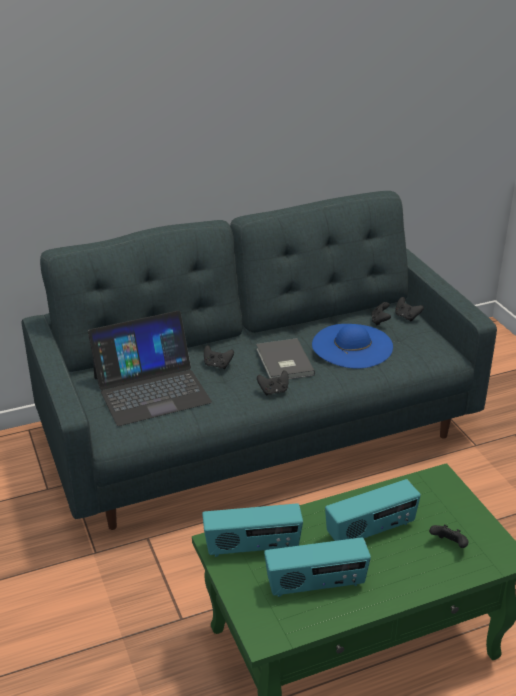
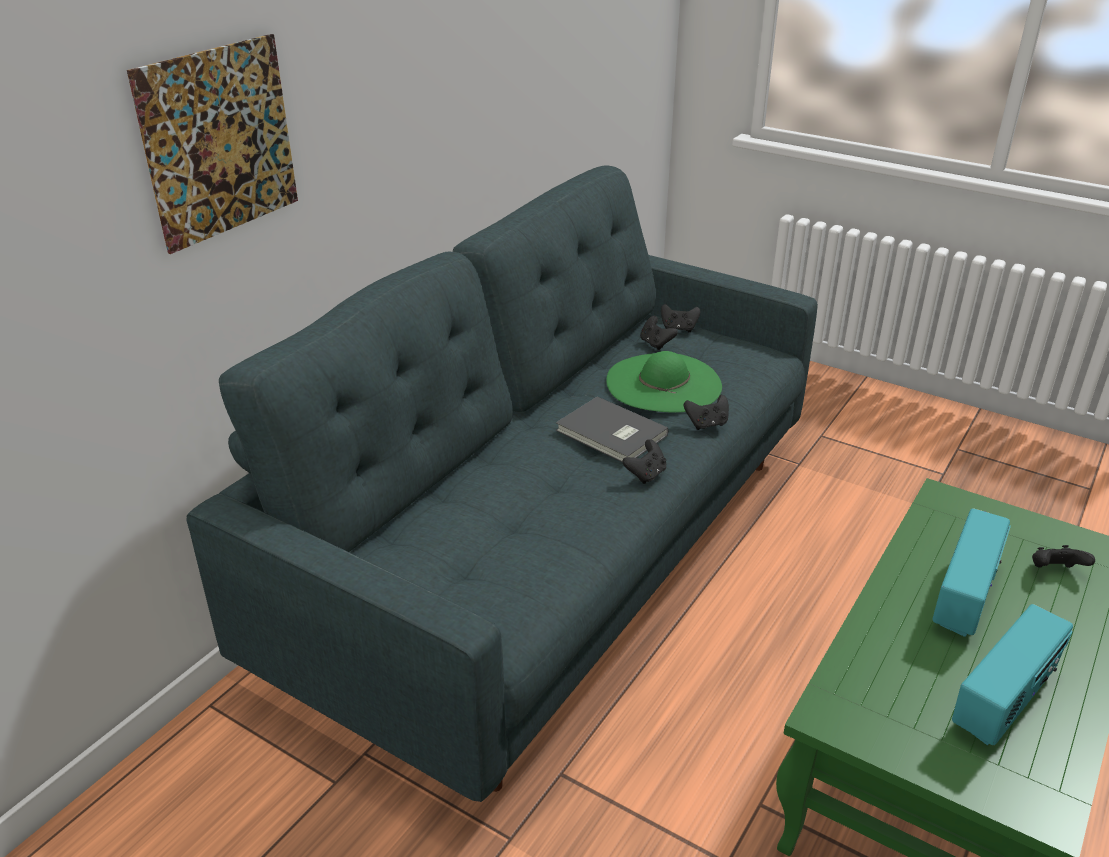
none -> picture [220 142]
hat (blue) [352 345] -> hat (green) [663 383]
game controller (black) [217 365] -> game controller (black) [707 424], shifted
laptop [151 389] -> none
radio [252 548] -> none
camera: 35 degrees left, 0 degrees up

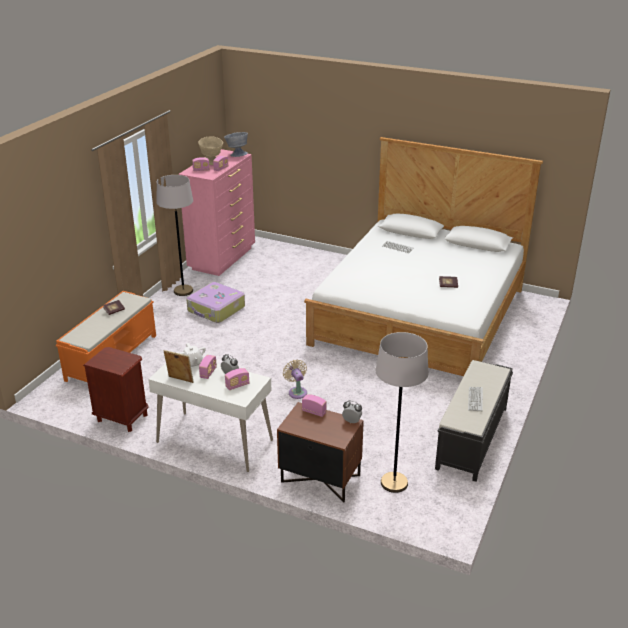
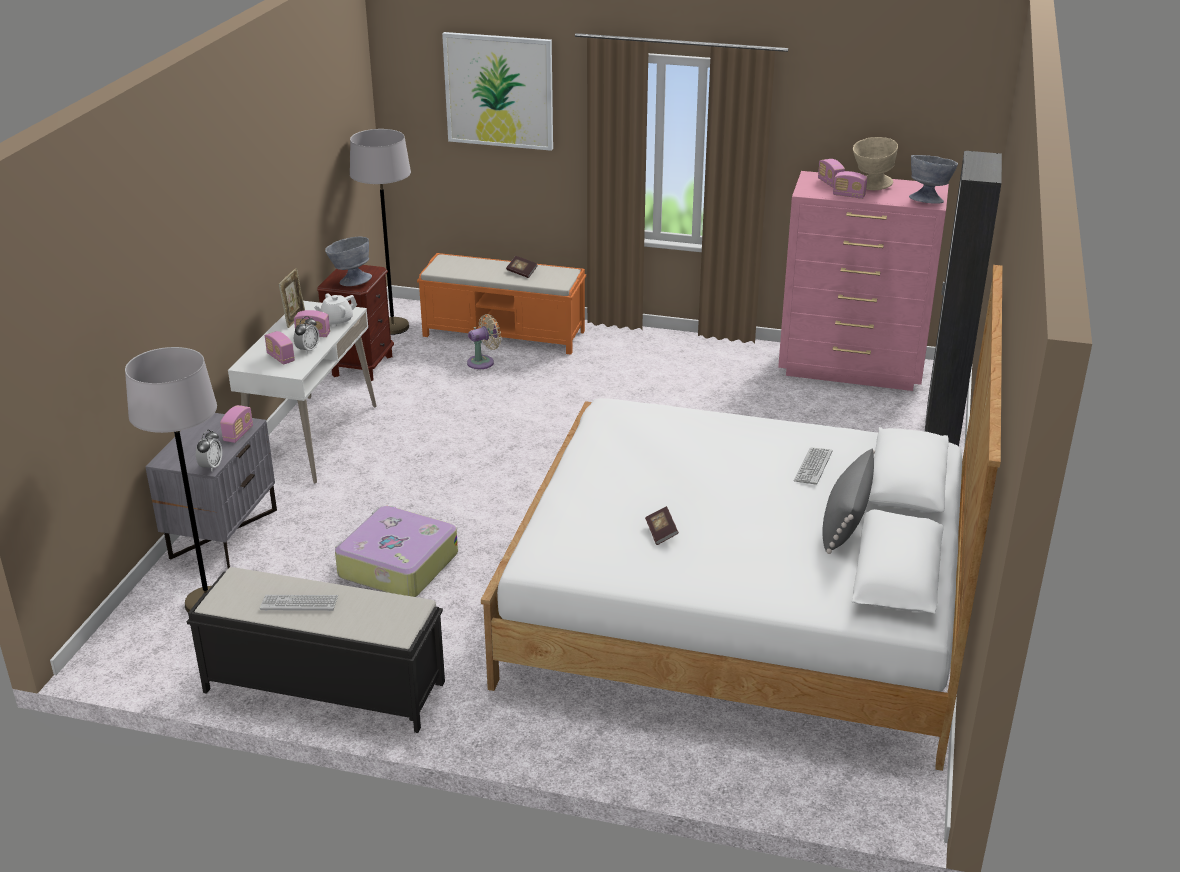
nightstand (brown) [319 479] -> nightstand (grey) [223 533]
none -> bowl (grey) [350 281]
suitcase [216 309] -> suitcase [396 565], shifted
floor lamp (grey) [183 291] -> floor lamp (grey) [393 327], shifted
none -> picture [499 91]
fan (beige) [297 391] -> fan (beige) [483 362], shifted
none -> pillow (grey) [845 520]
none -> wardrobe (black) [941 432]
camera: 80 degrees right, 0 degrees up

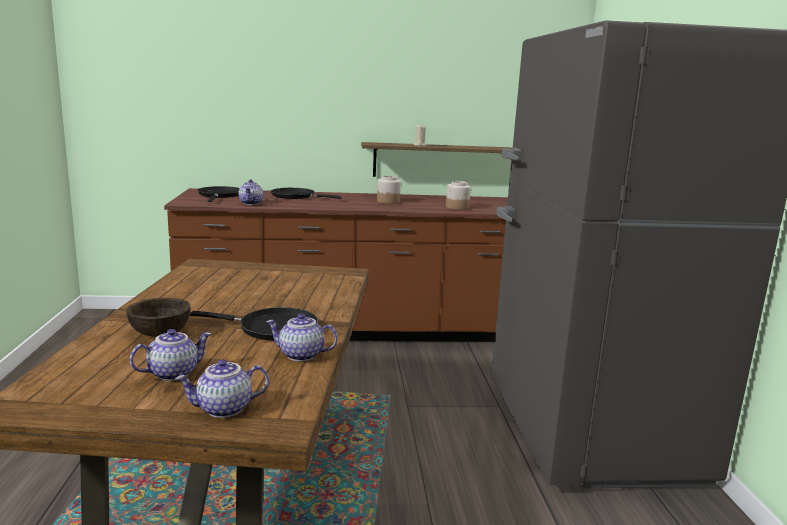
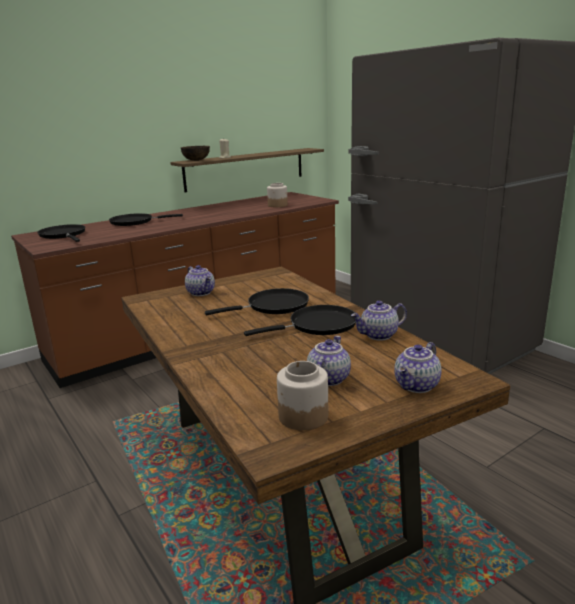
bowl (brown) [160 333] -> bowl (brown) [196 160], shifted
teapot [251 203] -> teapot [201 293], shifted
none -> frying pan (black) [273 306]
jar [388 201] -> jar [303 416], shifted
camera: 30 degrees left, 5 degrees up

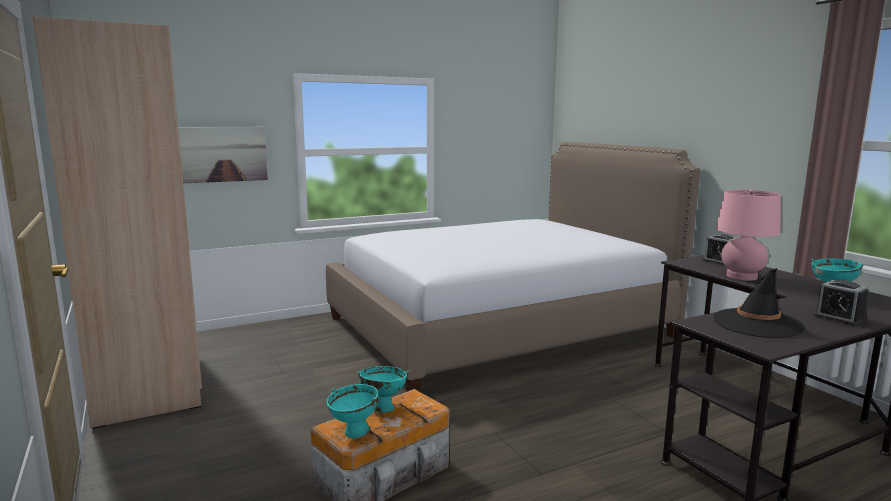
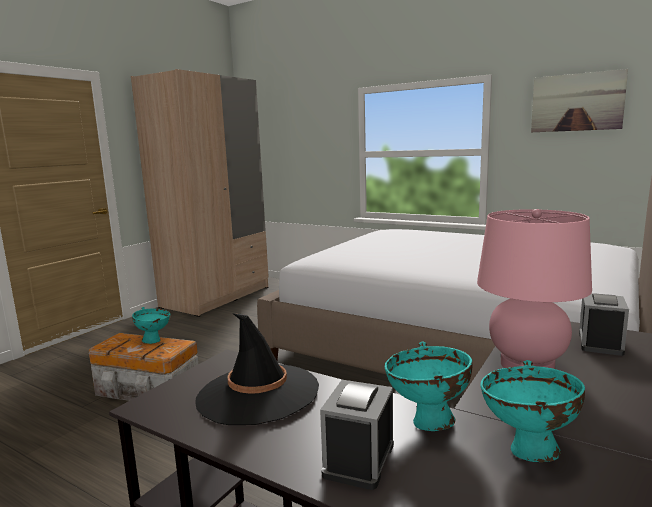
bowl (turquoise) [354 434] -> bowl (turquoise) [428 422], shifted
picture [224 154] -> picture [577 102], shifted
camera: 60 degrees right, 0 degrees up

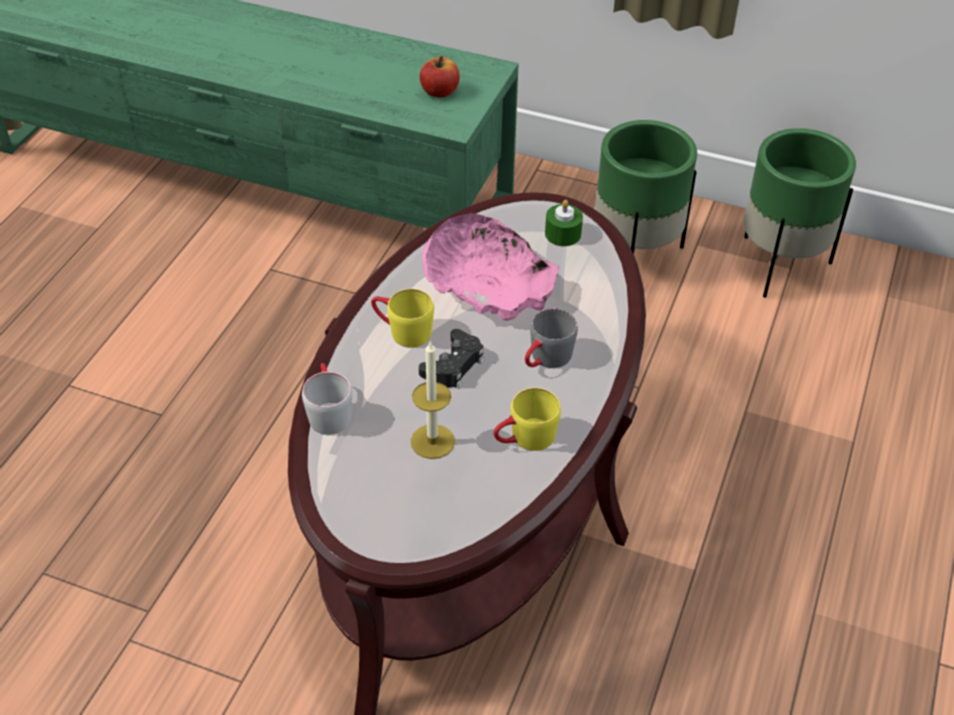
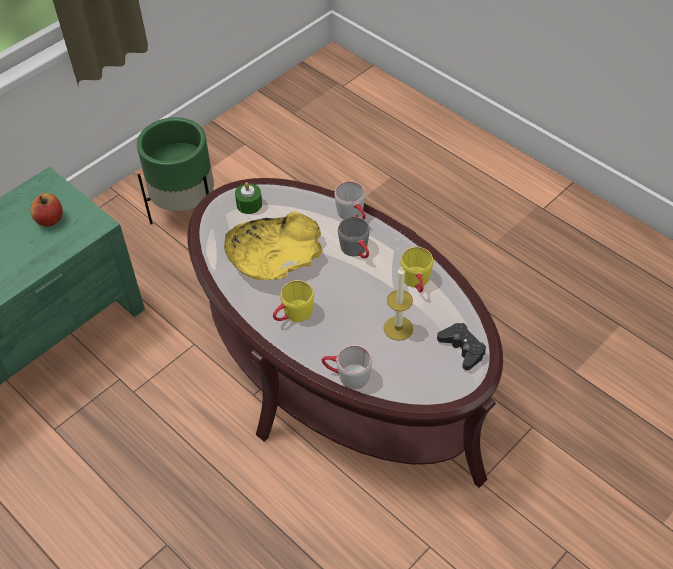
bowl (pink) [487 285] -> bowl (yellow) [274 258]
none -> mug (grey) [353 215]
game controller (black) [453 365] -> game controller (black) [462 349], shifted
planter (green) [781 265] -> none
camera: 65 degrees left, 5 degrees up

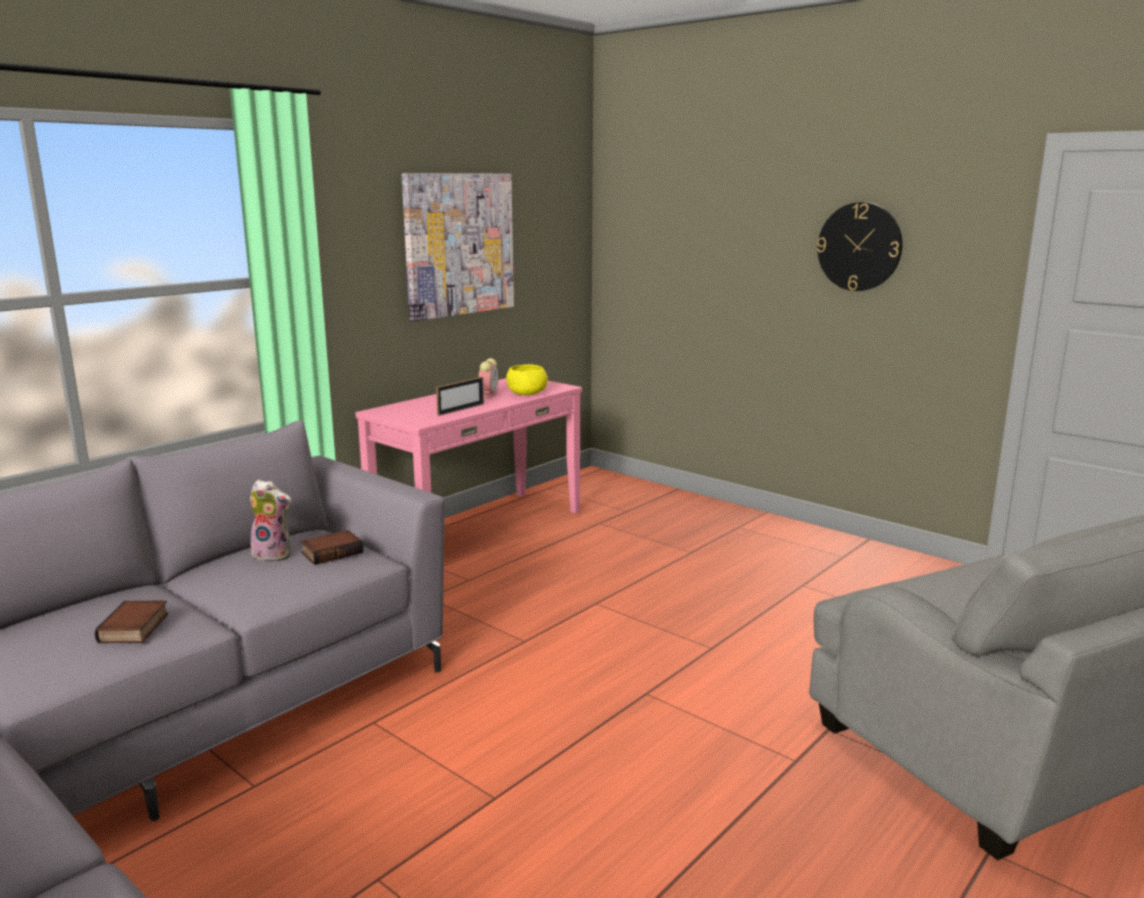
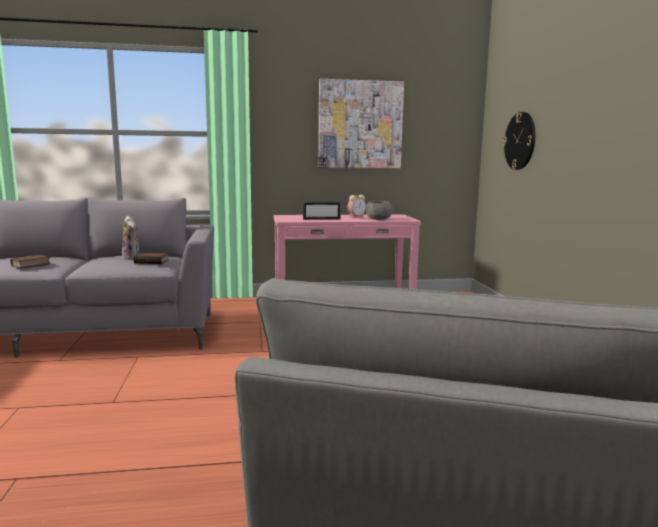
bowl (yellow) [526 393] -> bowl (grey) [378 219]
wall clock [859 247] -> wall clock [520 141], shifted
camera: 40 degrees right, 5 degrees down

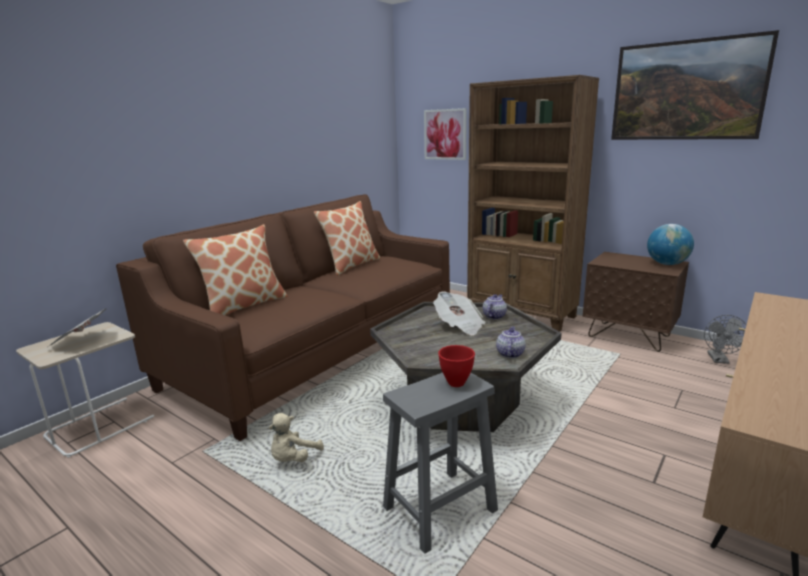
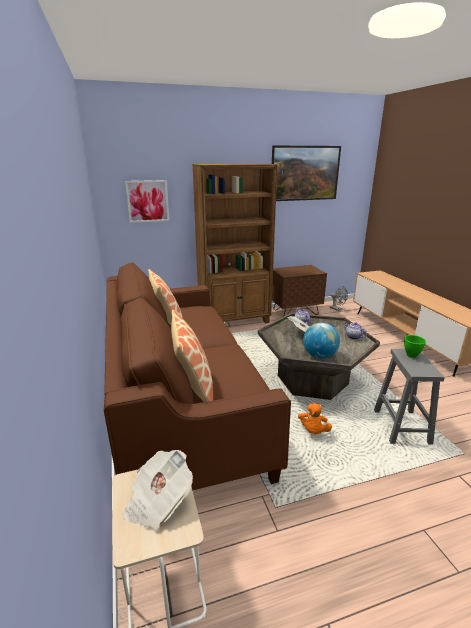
none -> plush toy (orange) [313 431]
globe [667 264] -> globe [319 356], shifted
bowl (red) [456 382] -> bowl (green) [411 355]
plush toy (beige) [293 459] -> none
camera: 55 degrees left, 5 degrees up

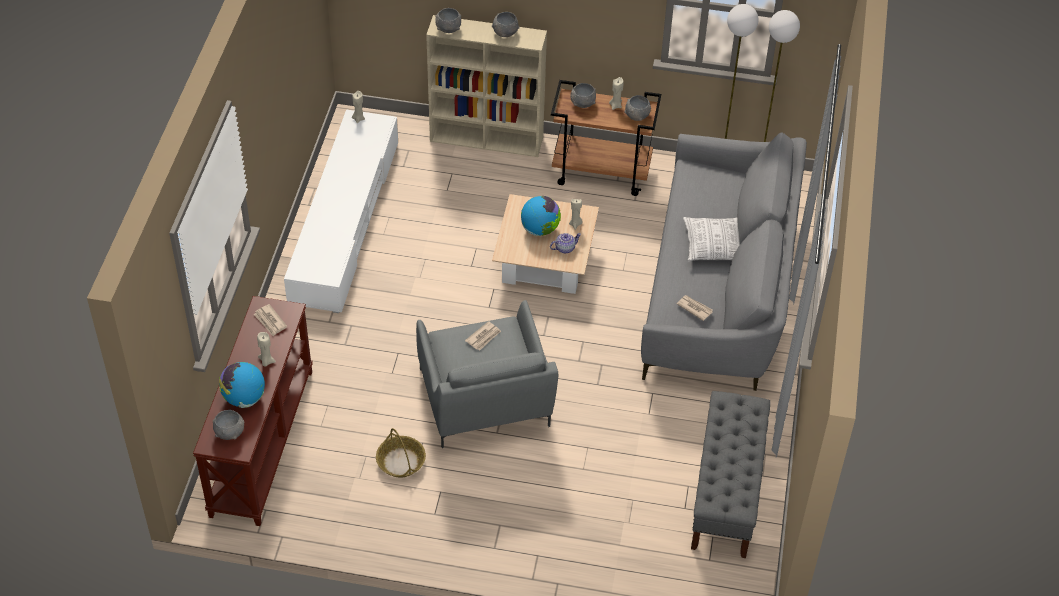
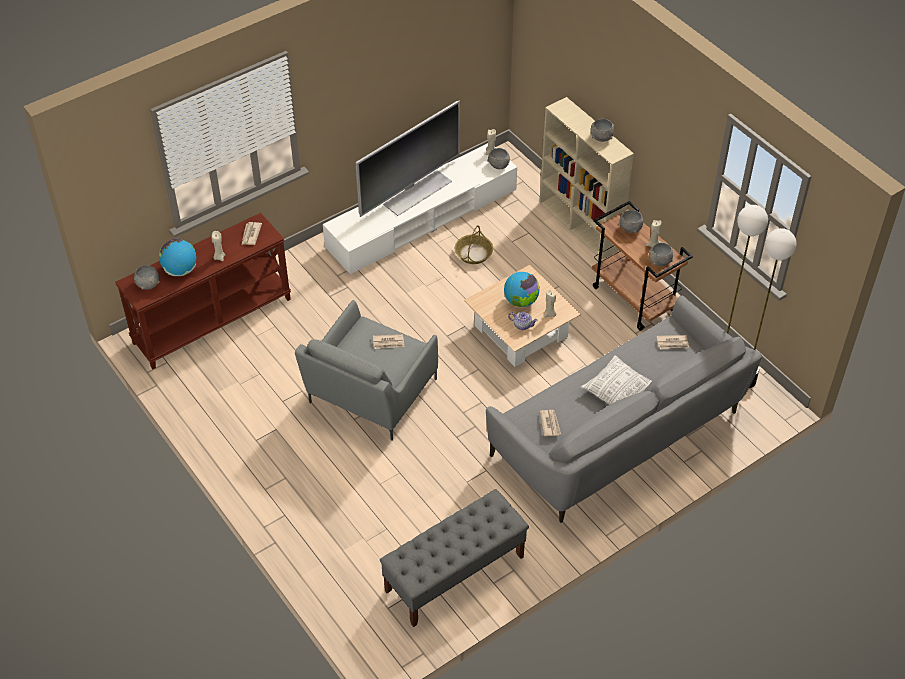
none -> television [416 192]
basket [401 462] -> basket [473 254], shifted
bowl (grey) [448 28] -> bowl (grey) [498 165], shifted
none -> newspaper [672 343]
camera: 45 degrees right, 0 degrees up

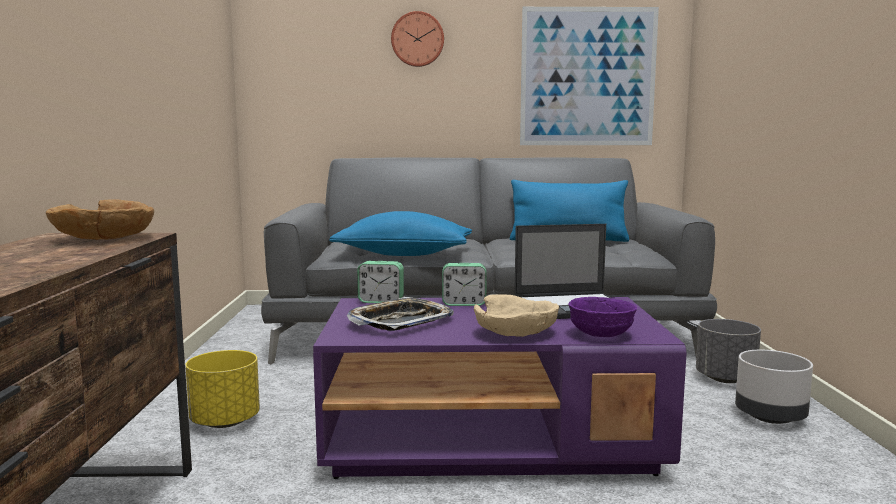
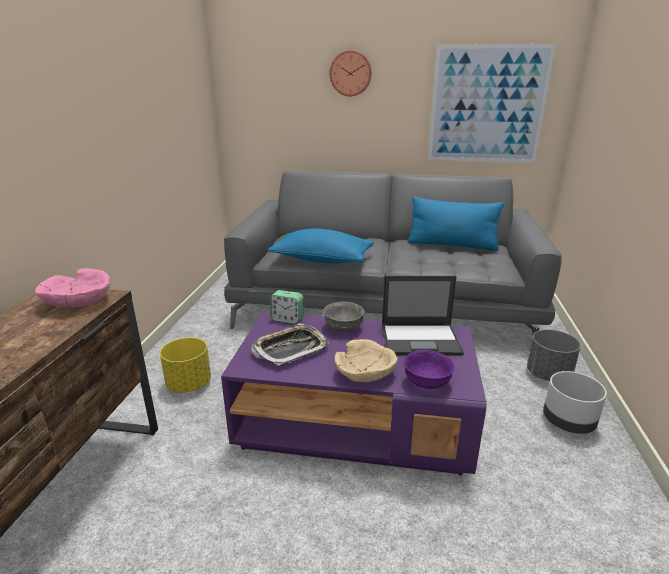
bowl (brown) [106 238] -> bowl (pink) [79 302]
alarm clock [464 303] -> bowl (grey) [344 327]
camera: 10 degrees right, 15 degrees up

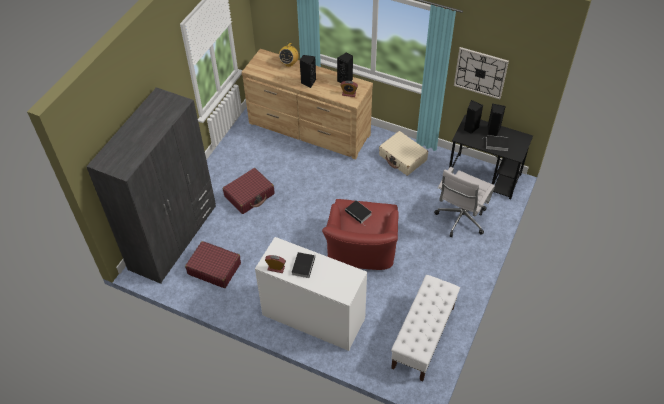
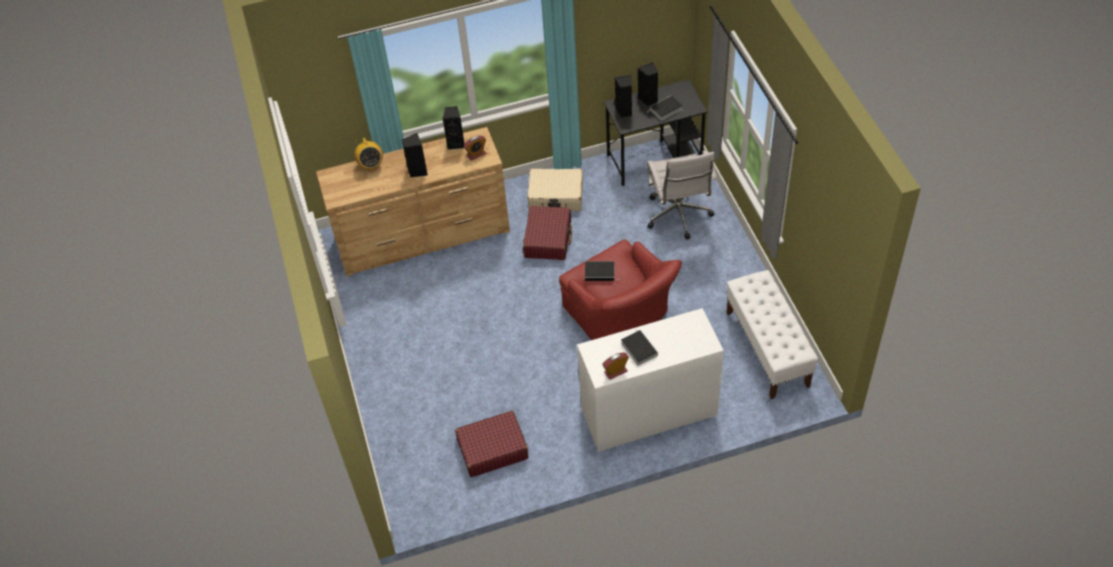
suitcase (red) [249 195] -> suitcase (red) [548 239], shifted
wardrobe (grey) [173 237] -> none
wall clock [480 73] -> none
camera: 40 degrees left, 0 degrees up

